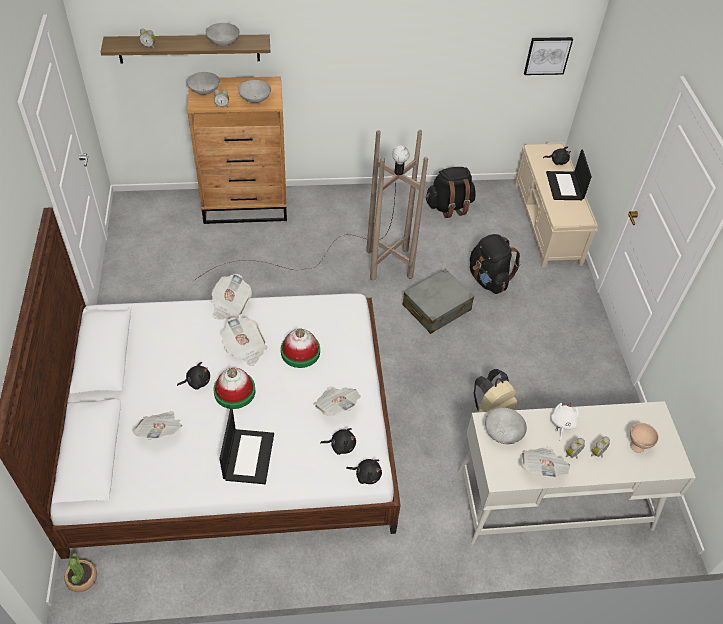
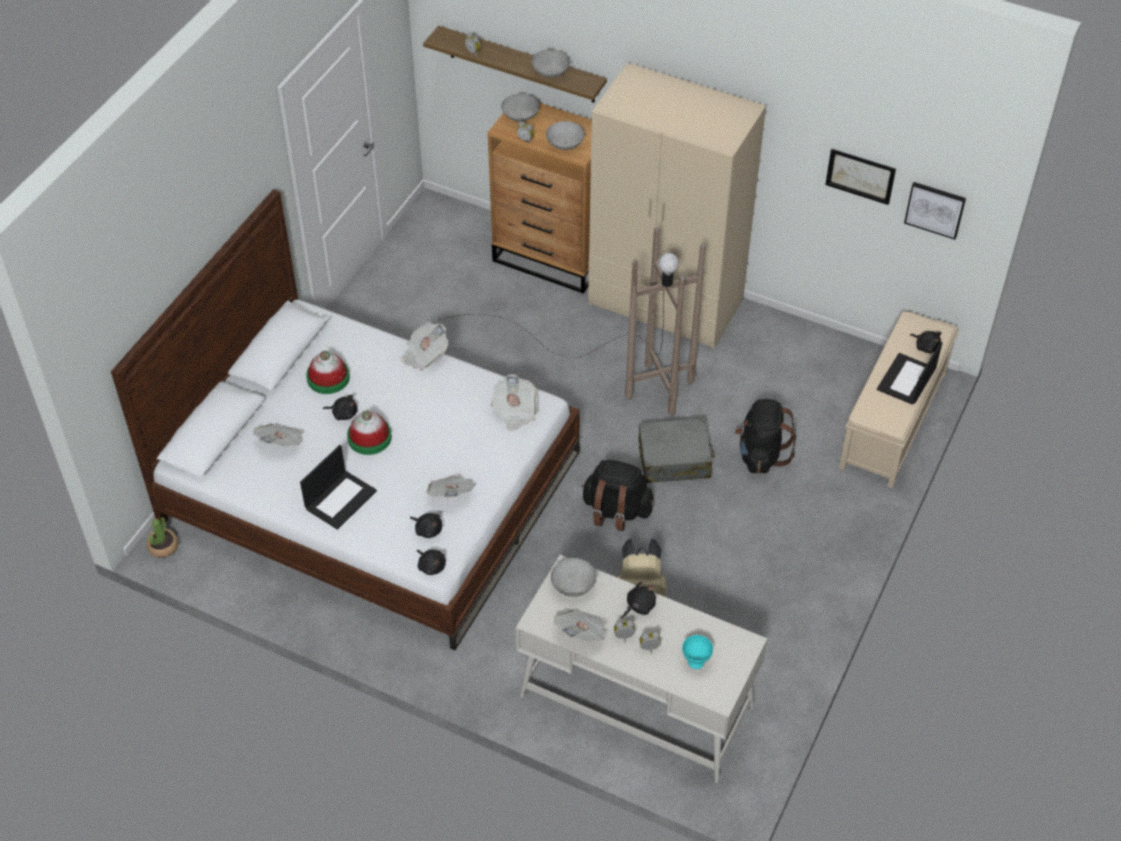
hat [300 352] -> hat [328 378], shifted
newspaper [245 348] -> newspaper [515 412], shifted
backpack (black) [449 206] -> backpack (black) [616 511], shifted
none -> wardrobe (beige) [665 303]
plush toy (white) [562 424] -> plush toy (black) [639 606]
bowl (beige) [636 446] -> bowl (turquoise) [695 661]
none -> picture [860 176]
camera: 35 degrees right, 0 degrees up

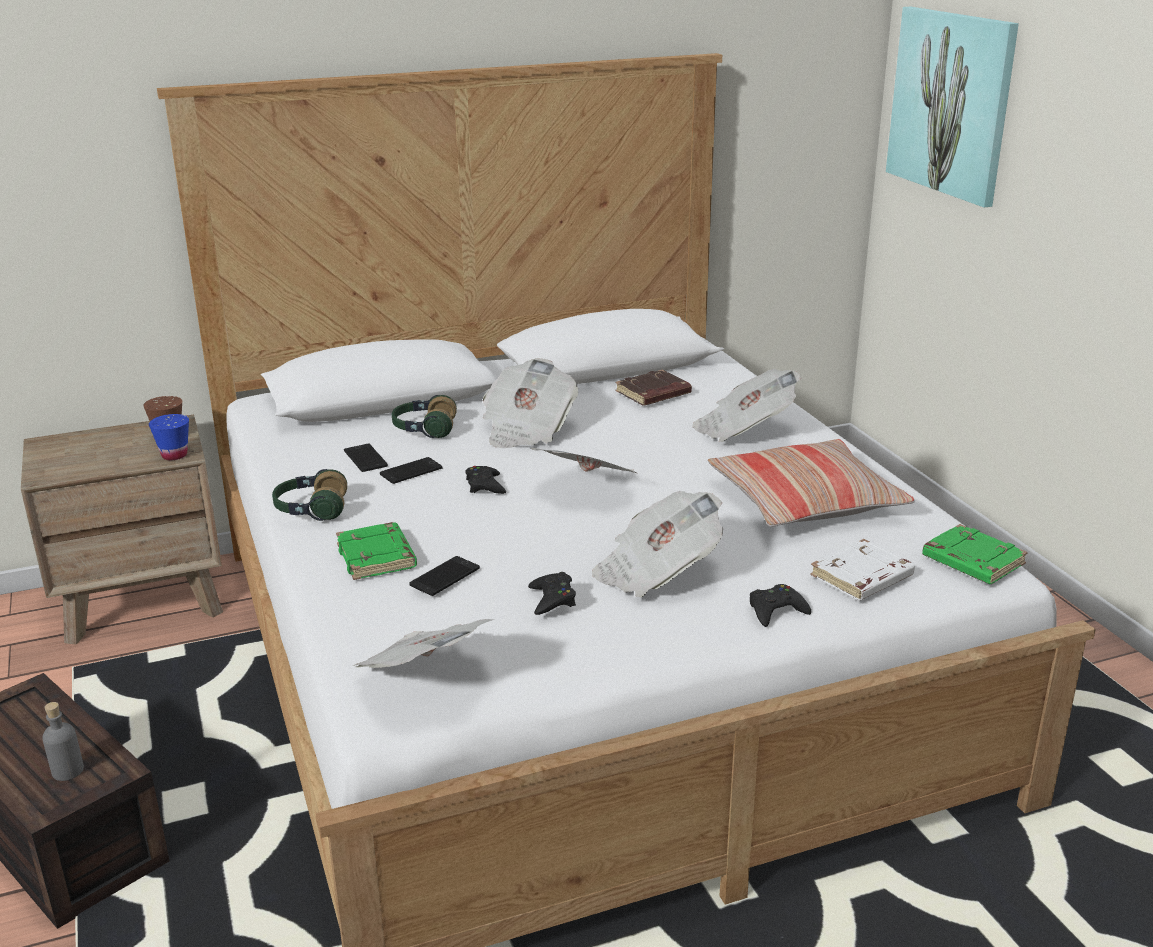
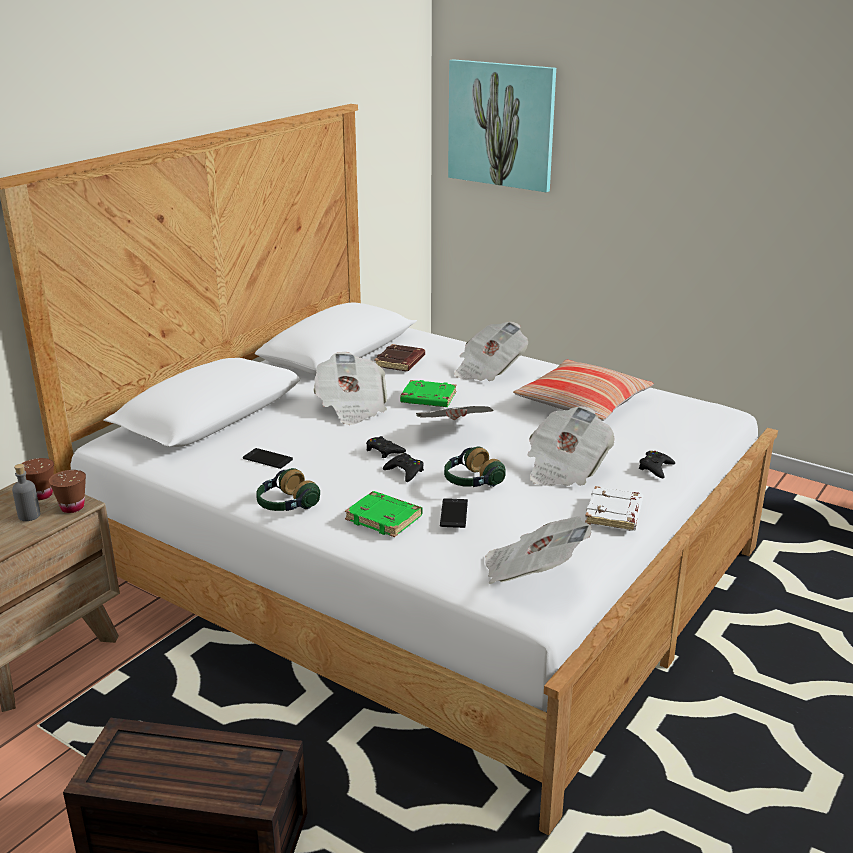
bottle (grey) [67 771] -> bottle (grey) [29 515], shifted
cup (blue) [174 455] -> cup (brown) [72 507]
game controller (black) [552 599] -> game controller (black) [405 471], shifted
book (green) [971 561] -> book (green) [427 399], shifted
headphones [424 430] -> headphones [471 482], shifted
book (white) [862 578] -> book (white) [614 514], shifted
phone [411 471] -> none
camera: 35 degrees left, 0 degrees up

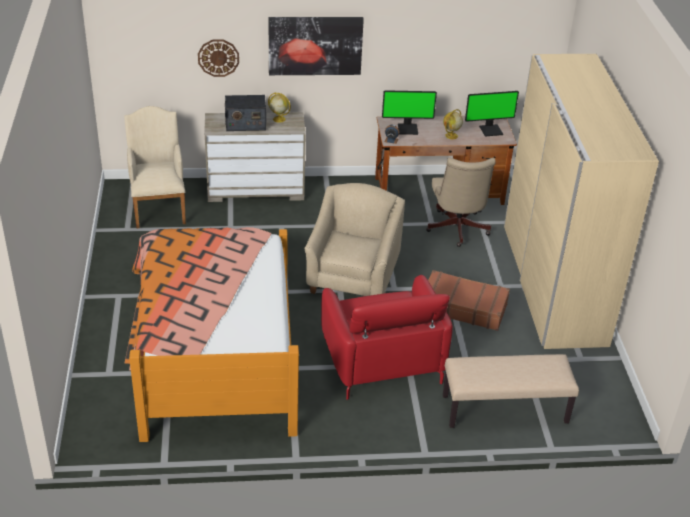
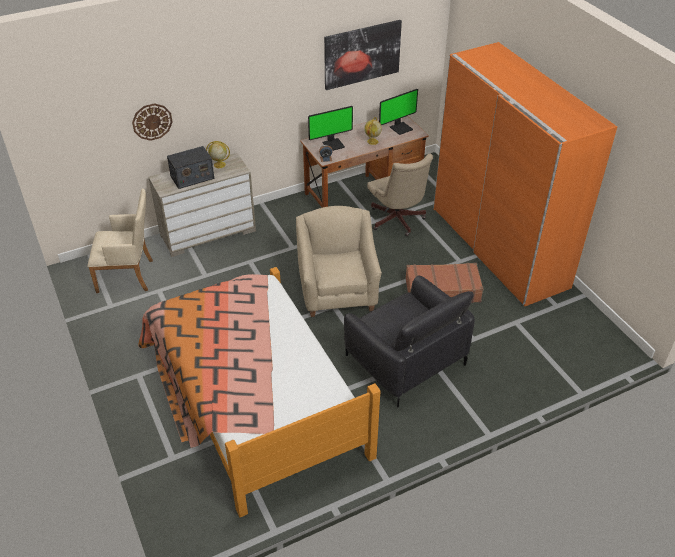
armchair (beige) [159 208] -> armchair (beige) [129 276], 120 degrees clockwise
picture [315 45] -> picture [362 54], shifted
armchair (red) [381 360] -> armchair (black) [405 360]
wardrobe (beige) [553 284] -> wardrobe (orange) [498 247]
bench (beige) [504 410] -> none
camera: 20 degrees left, 5 degrees up

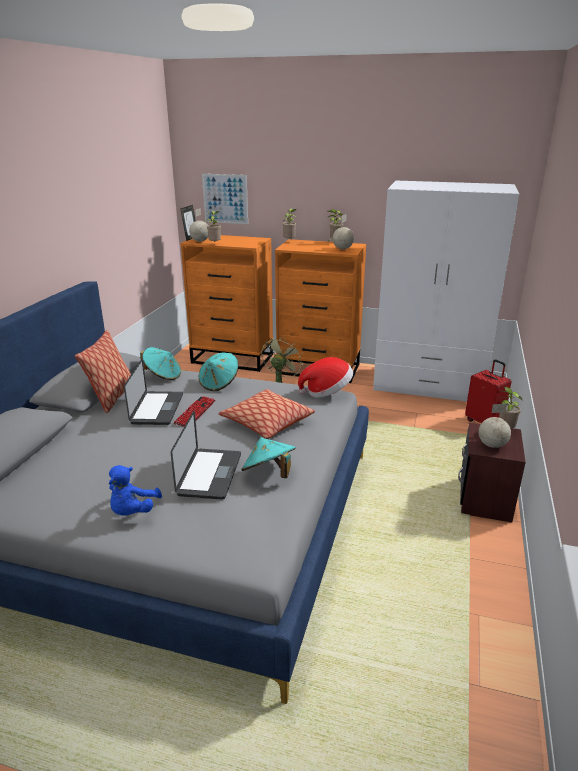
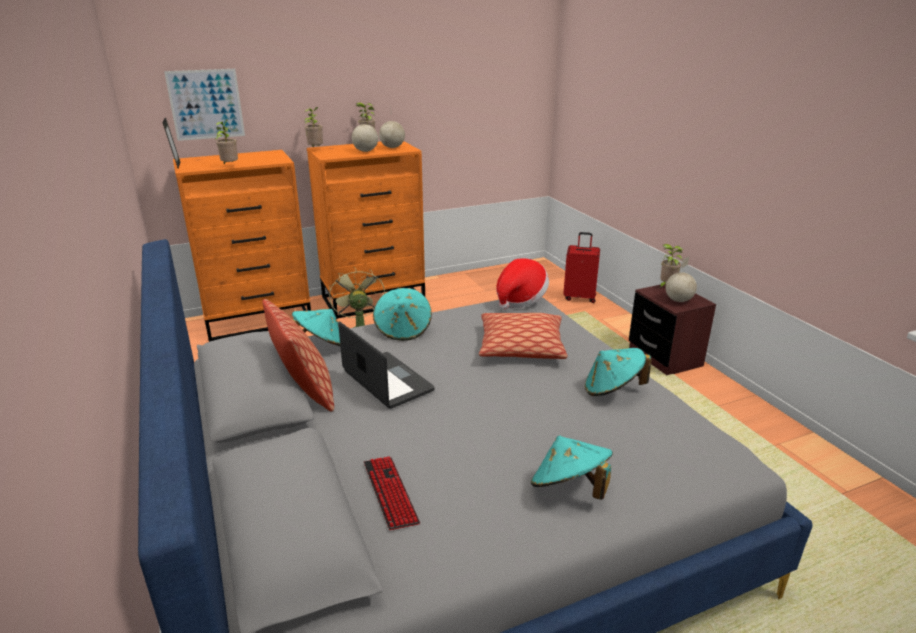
globe [200 241] -> globe [365 151], shifted
keyboard [195 412] -> keyboard [390 493], shifted
plush toy (blue) [133 511] -> hat (turquoise) [569 489]
laptop [210 474] -> none
wardrobe (white) [429 385] -> none
camera: 40 degrees left, 0 degrees up

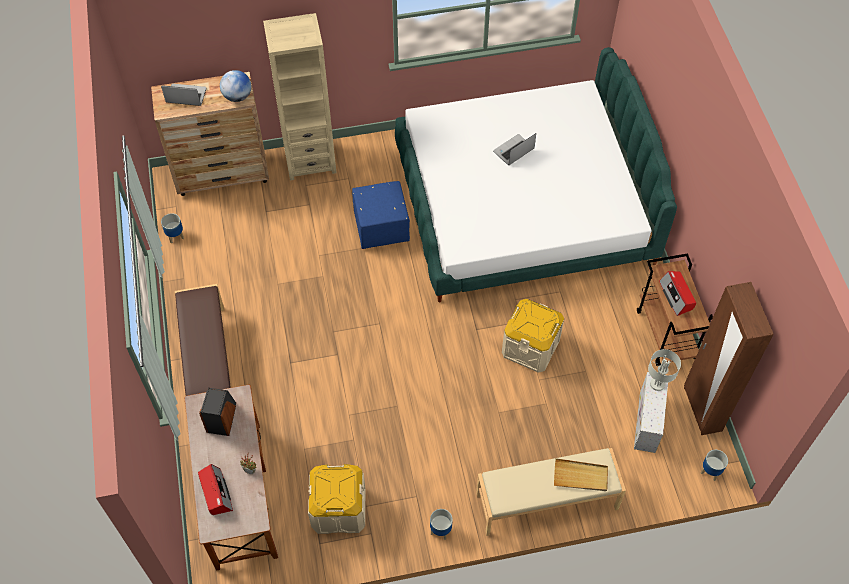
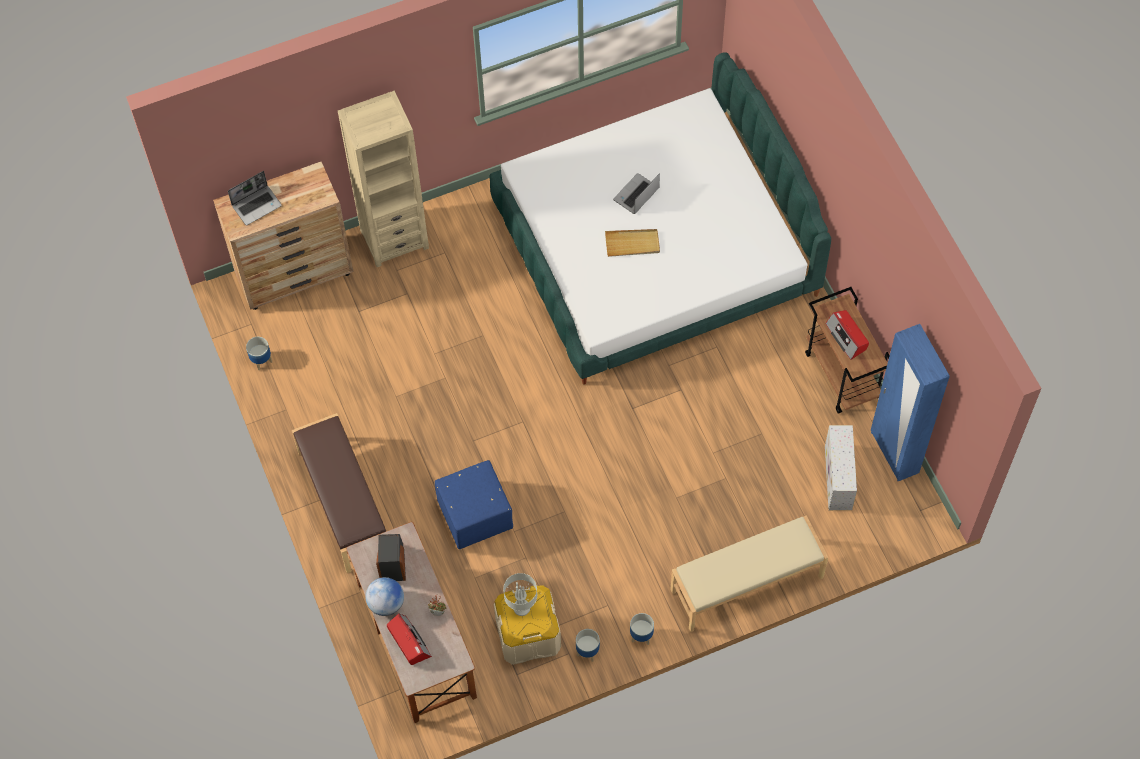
laptop [185 96] -> laptop [257 205], 150 degrees clockwise
globe [237 96] -> globe [386 603], shifted
ottoman (blue) [382 228] -> ottoman (blue) [476 515], shifted
table lamp (grey) [658 384] -> table lamp (grey) [522 607], shifted
planter [710 471] -> planter [587 651], shifted
tray (beige) [580 476] -> tray (beige) [632 244], shifted
wardrobe (brown) [702 409] -> wardrobe (blue) [894 453]
storage box (beige) [530 347] -> none
camera: 10 degrees left, 5 degrees up

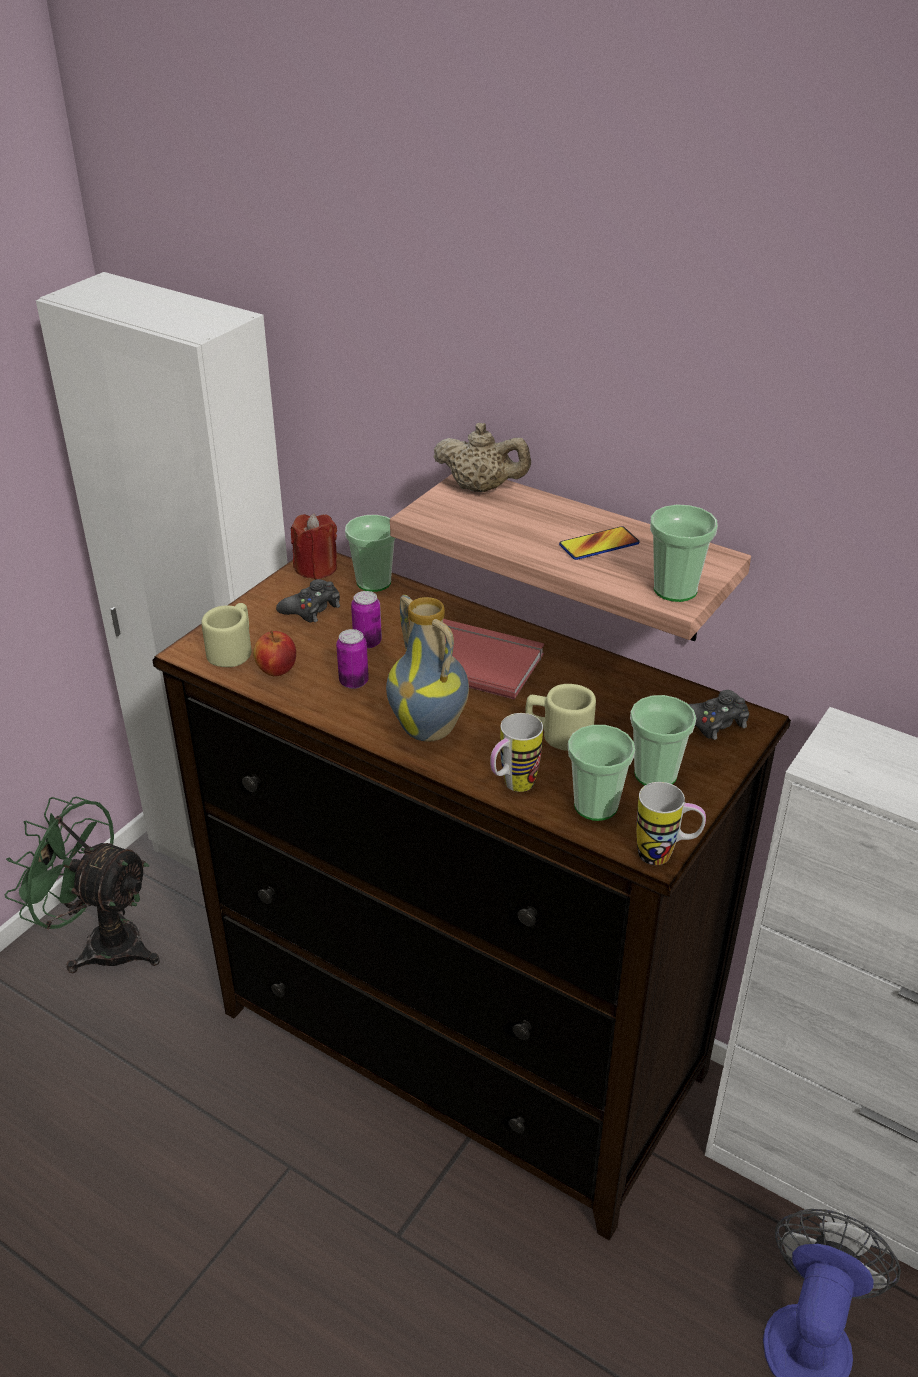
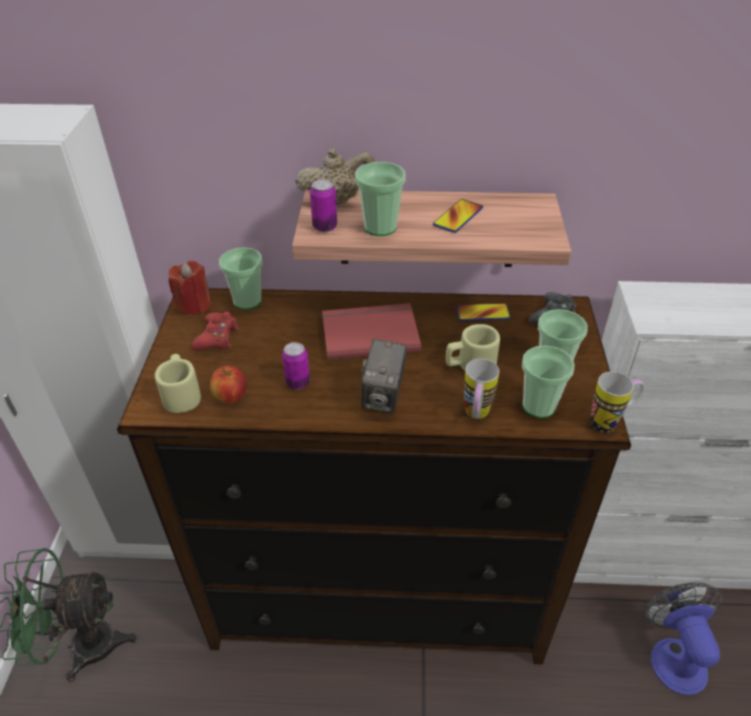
game controller (black) [311 608] -> game controller (red) [217 337]
can [367 642] -> can [325 227], shifted
cup [675 590] -> cup [380 227], shifted
vase [430 729] -> photo camera [383 396]
none -> phone [482 313]
camera: 30 degrees left, 5 degrees up

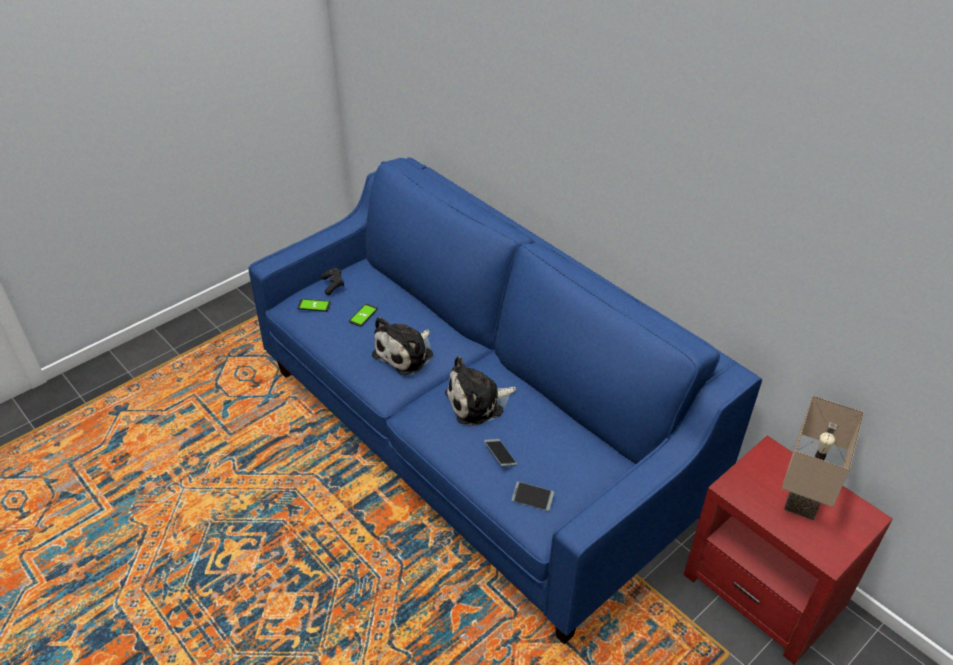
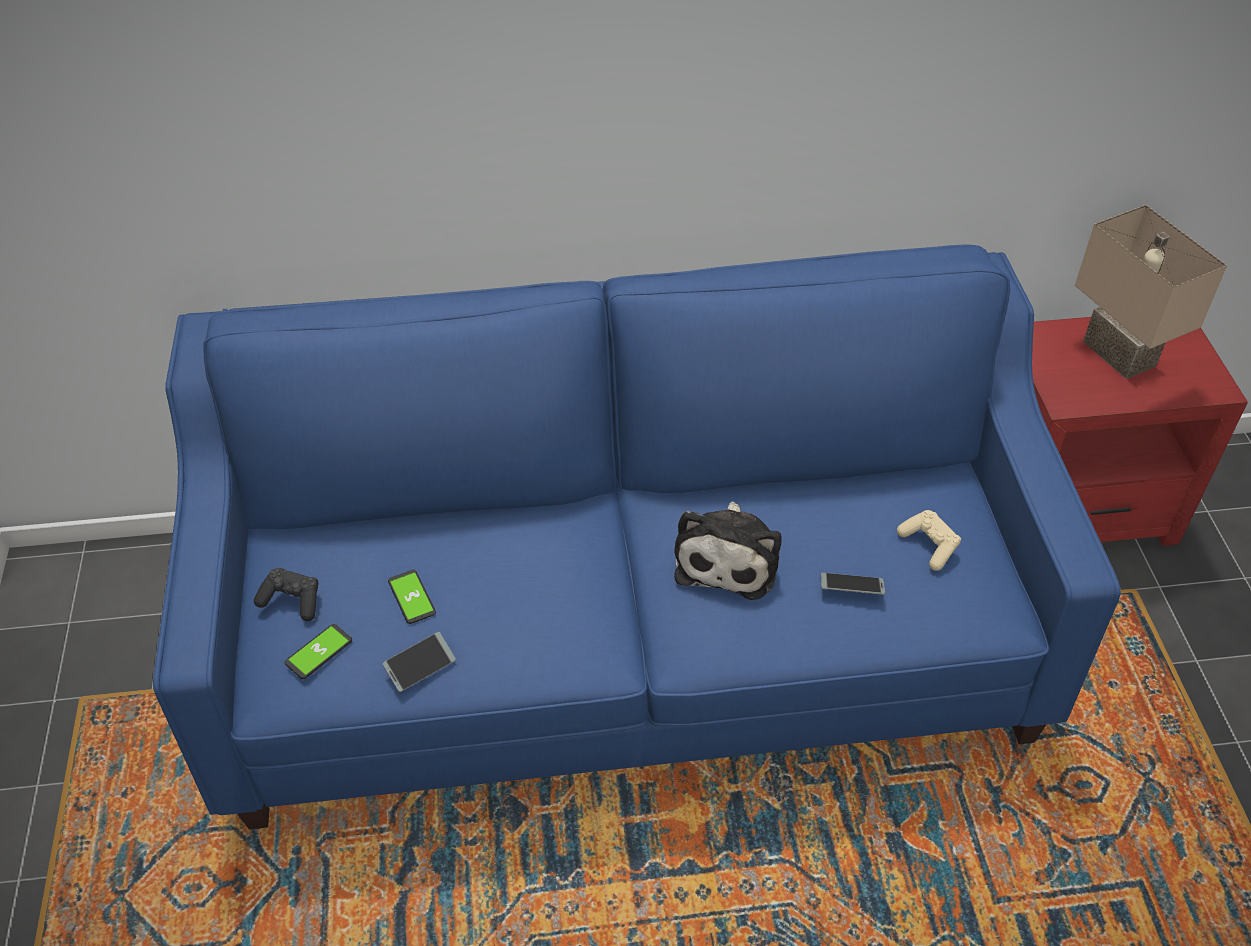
phone [532 499] -> phone [420 666], shifted
none -> game controller (beige) [929 545]
plush toy [406 353] -> none
camera: 55 degrees left, 5 degrees up

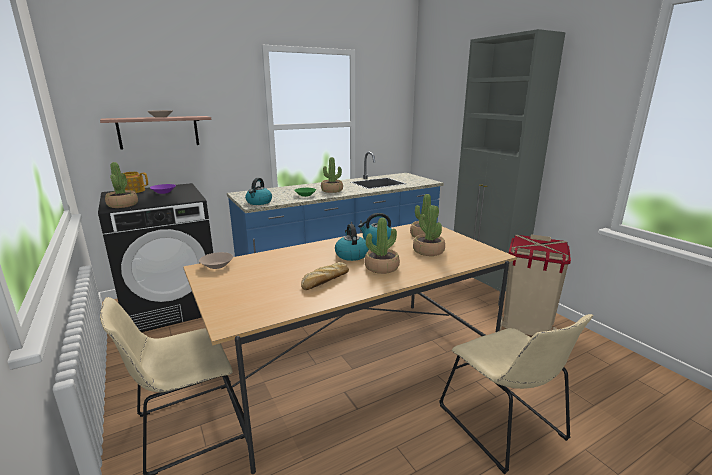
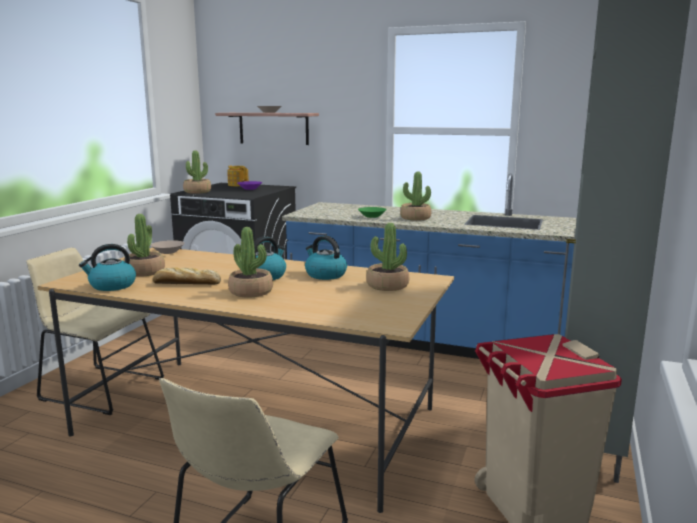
kettle [259 202] -> kettle [112 286], shifted
potted plant [428 251] -> potted plant [144 272], shifted
camera: 50 degrees right, 5 degrees down

